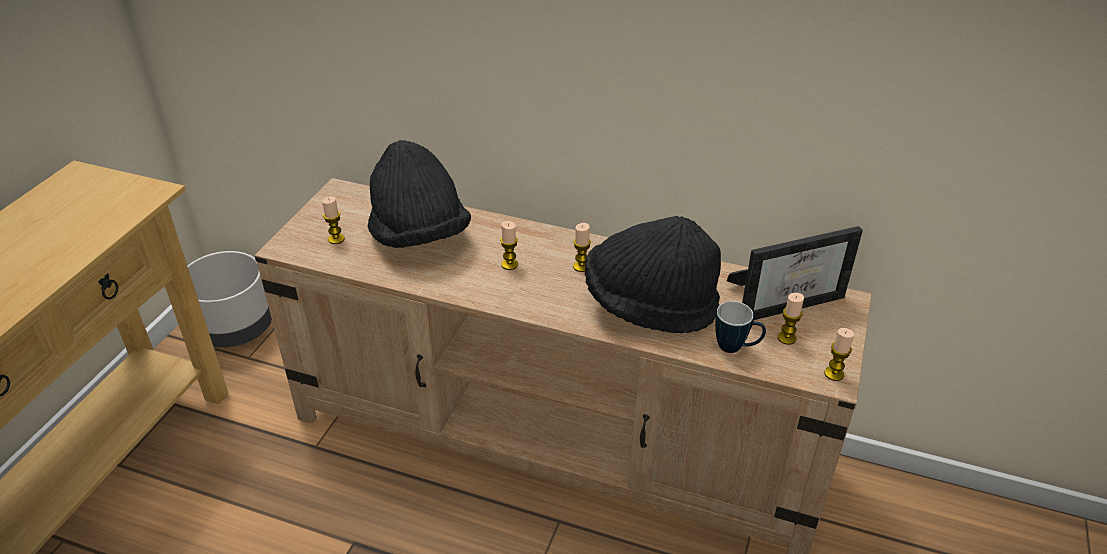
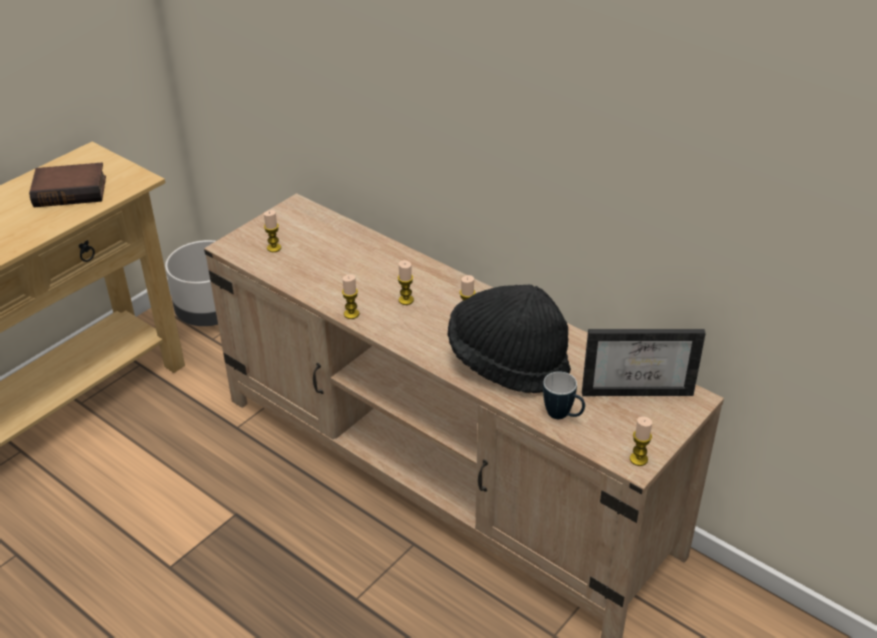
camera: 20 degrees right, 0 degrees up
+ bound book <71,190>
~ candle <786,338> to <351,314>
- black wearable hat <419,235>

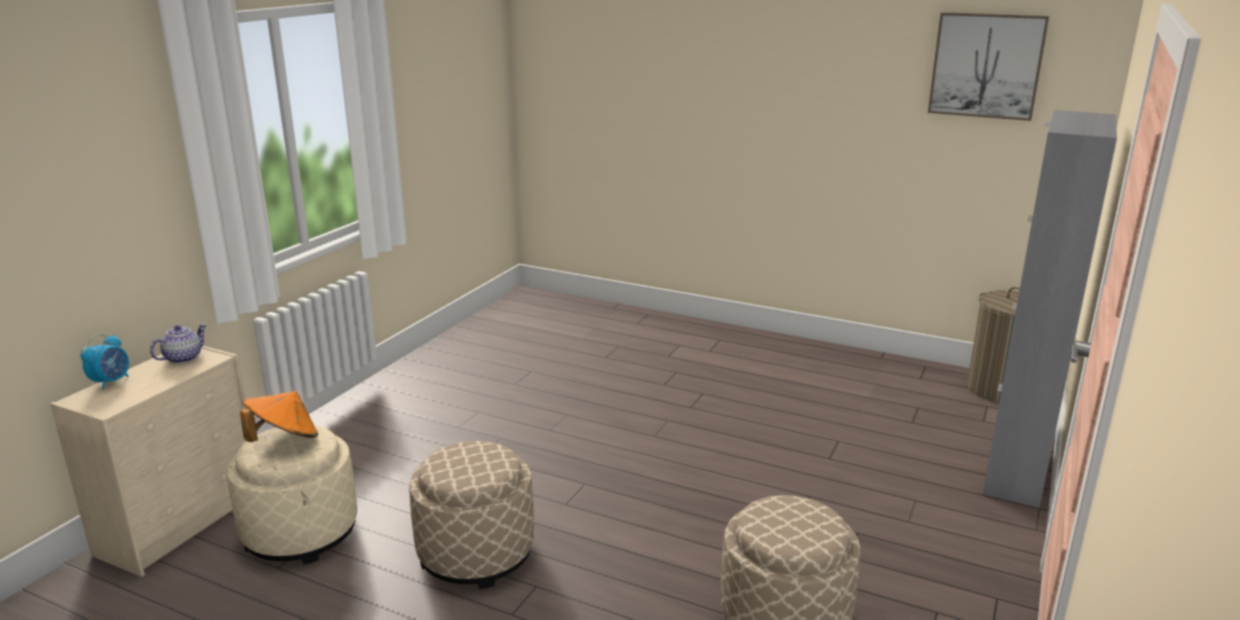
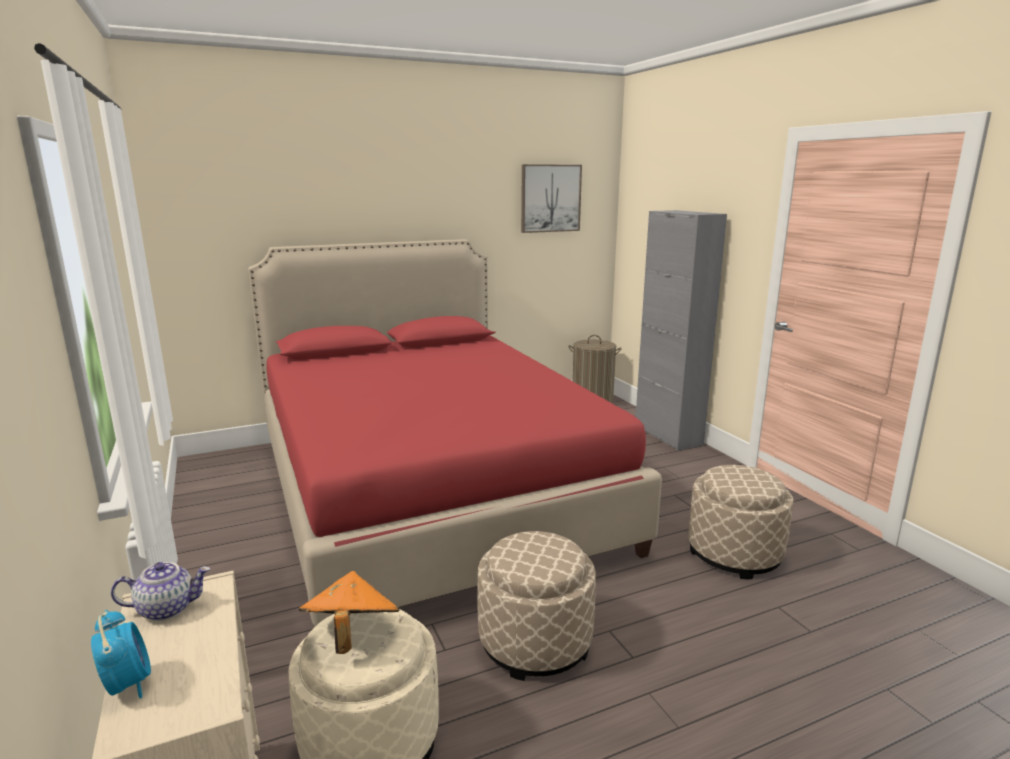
camera: 50 degrees left, 5 degrees down
~ teapot <183,358> = <167,608> 90 degrees clockwise
+ red bedroom bed <428,491>

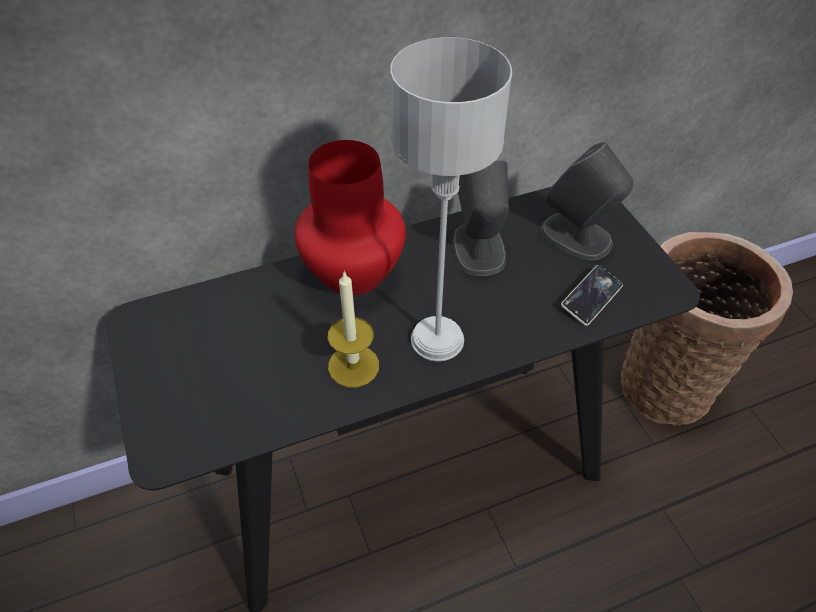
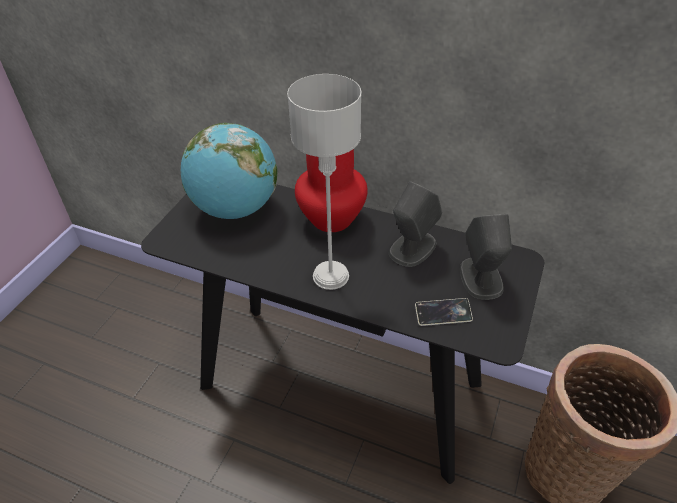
camera: 45 degrees right, 5 degrees down
+ desk globe <236,209>
- candle <353,366>

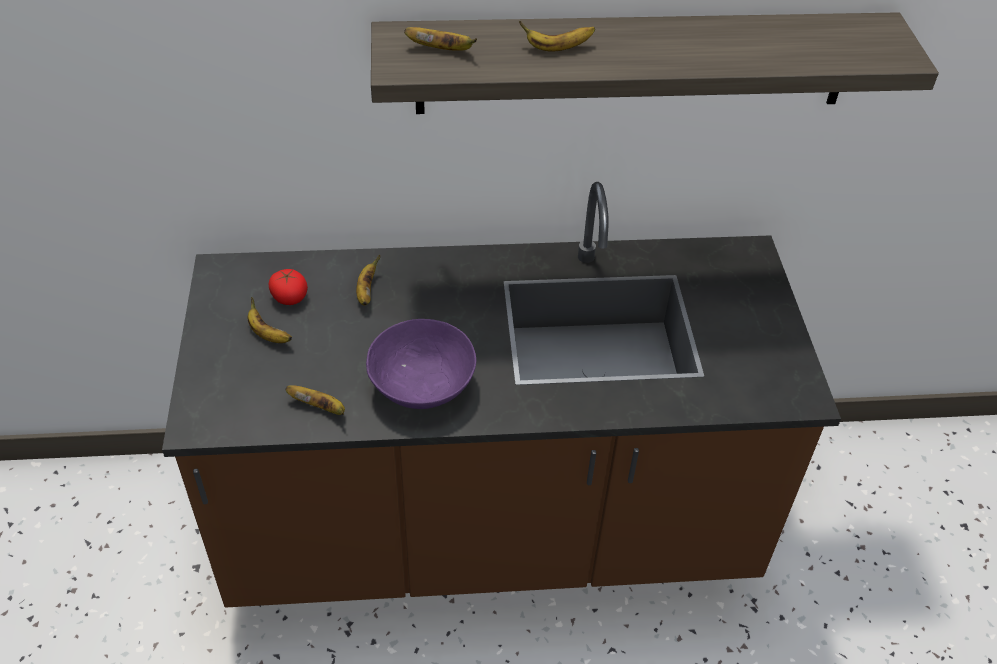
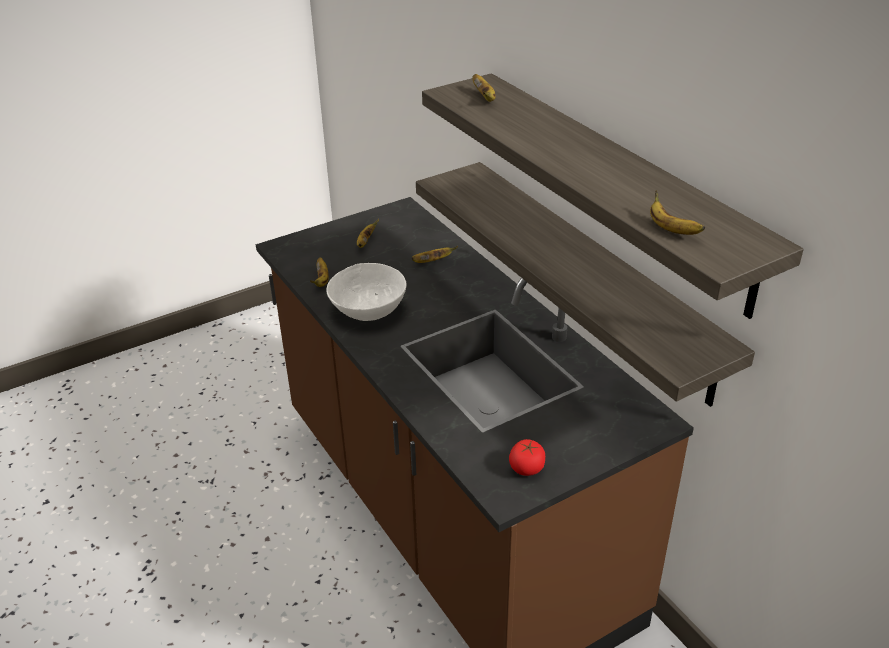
camera: 65 degrees right, 10 degrees down
~ purple deep dish <423,386> to white-coloured deep dish <368,310>
+ wall shelf <592,276>
~ tomato <289,297> to <527,467>
~ banana <557,48> to <671,229>

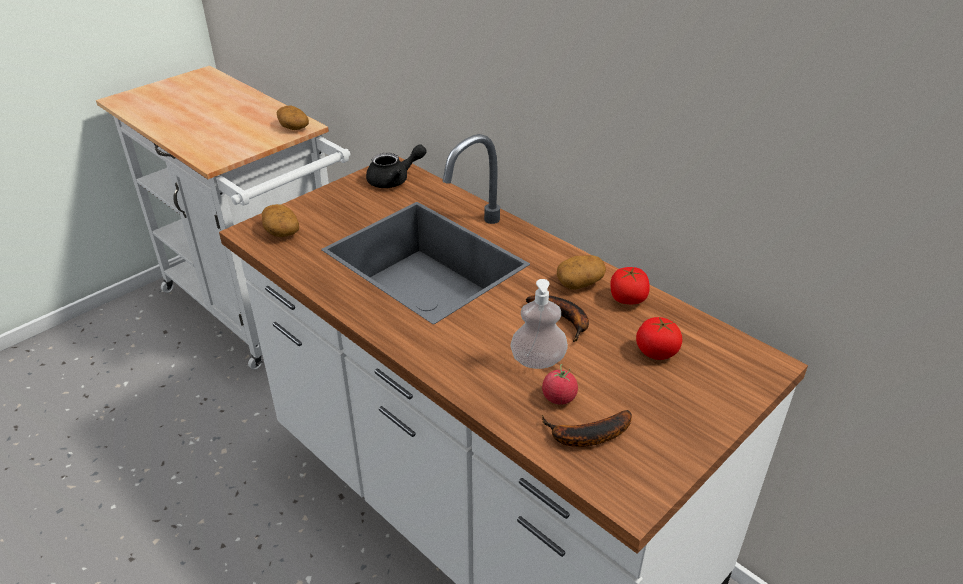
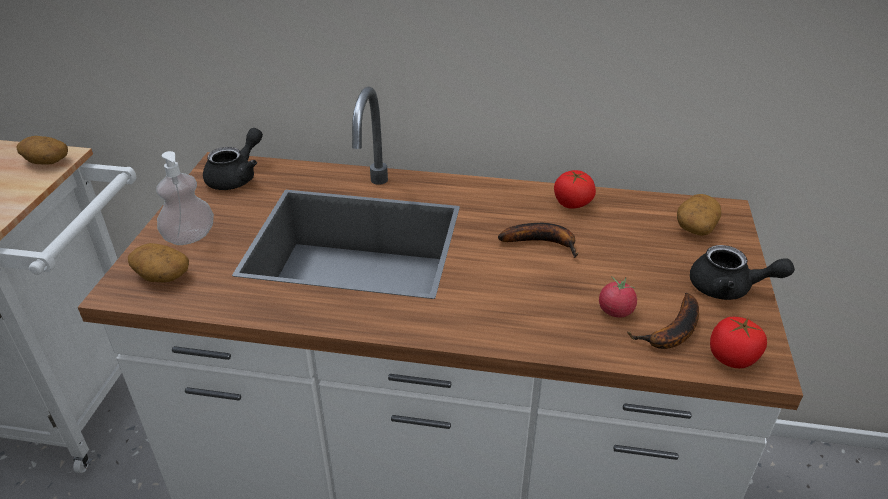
camera: 35 degrees left, 0 degrees up
~ soap dispenser <538,361> to <190,237>
~ whole potato <580,282> to <695,226>
+ black teapot <729,288>
~ tomato <656,352> to <732,357>

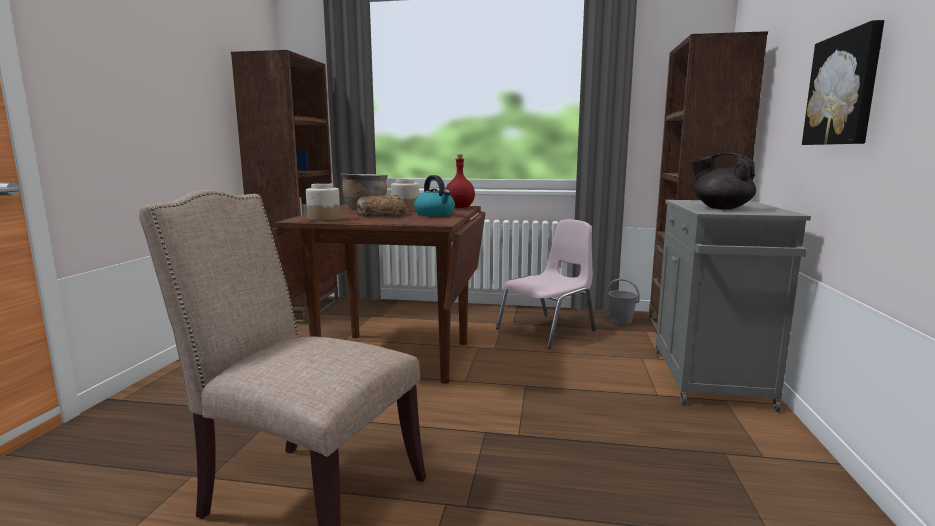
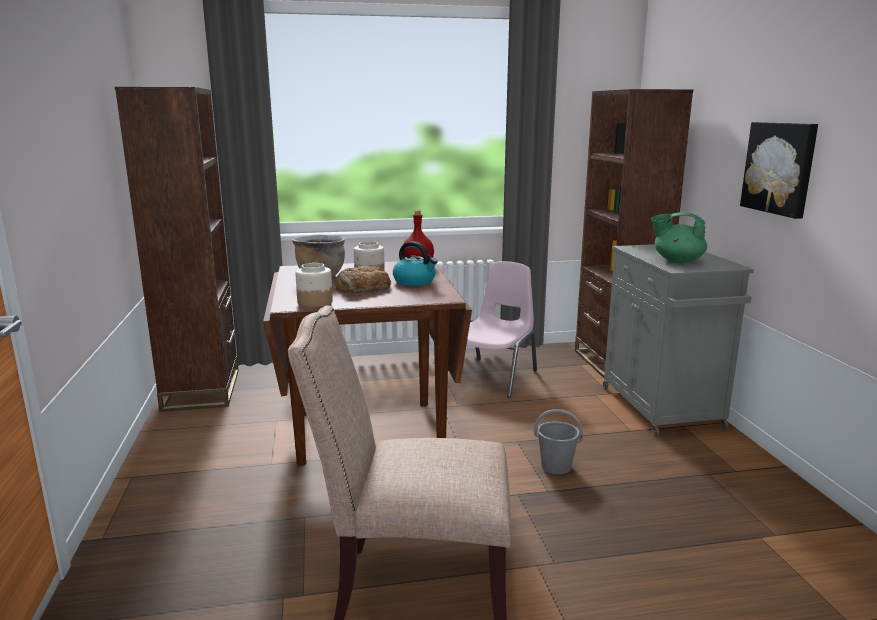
camera: 20 degrees left, 5 degrees up
~ grey bucket <621,321> to <556,466>
~ black teapot <720,208> to green-coloured teapot <677,261>

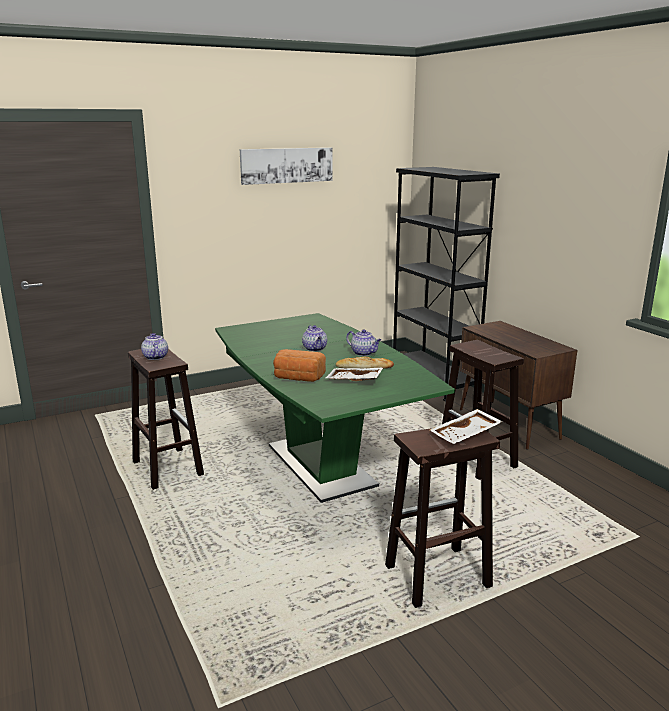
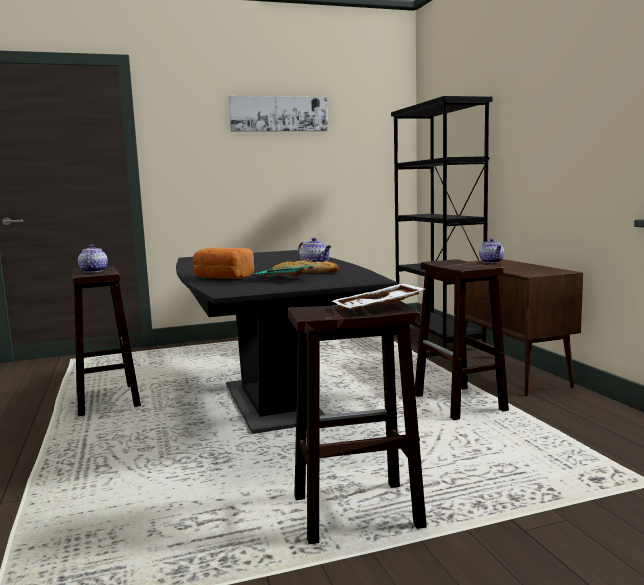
camera: 10 degrees right, 10 degrees down
~ green-coloured dining table <320,465> to black dining table <272,402>
~ white-coloured tray <354,381> to turquoise tray <282,279>
~ teapot <315,349> to <492,262>

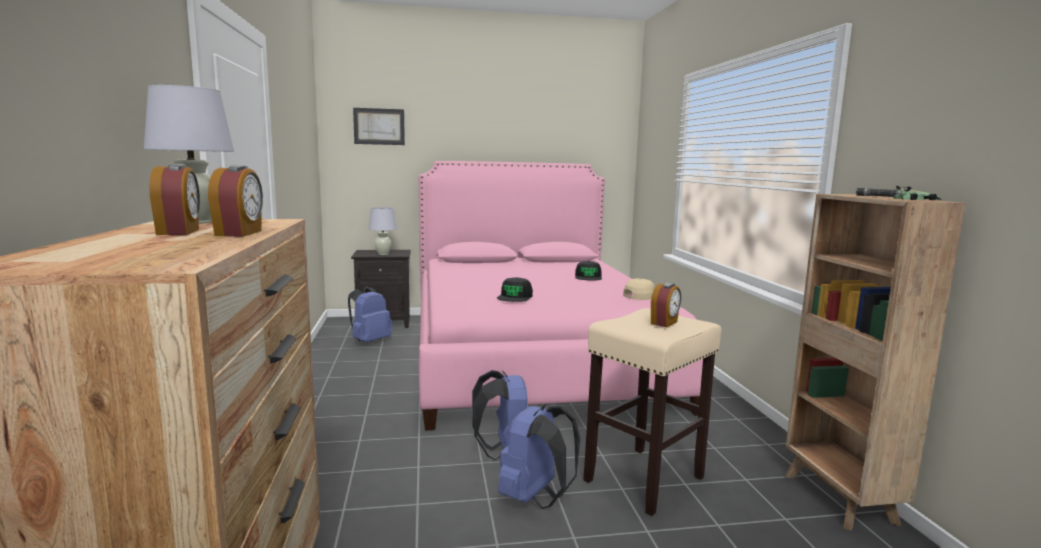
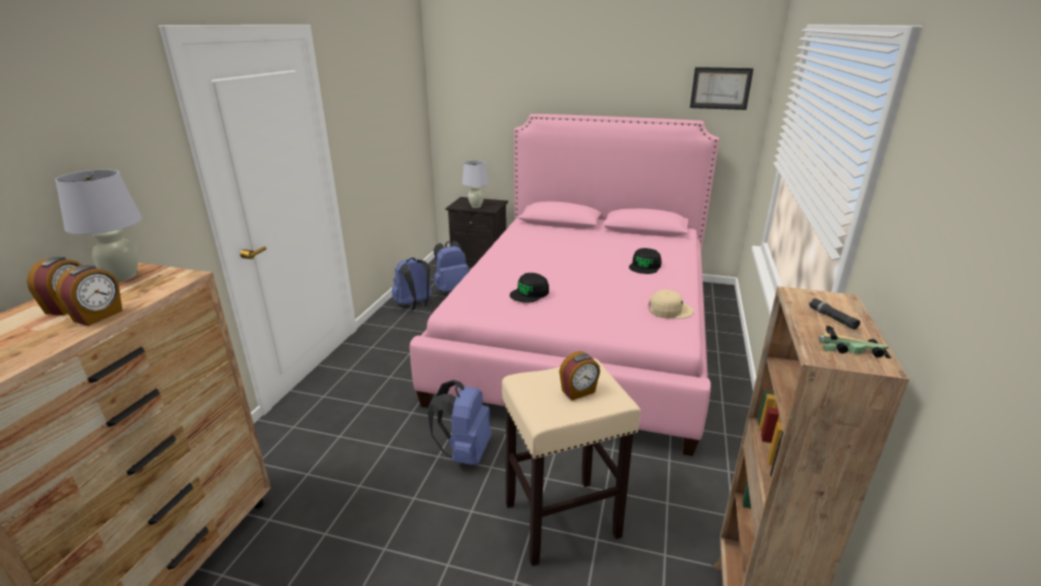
camera: 25 degrees right, 15 degrees up
~ bluish backpack <535,498> to <414,305>
~ wall art <379,126> to <720,88>

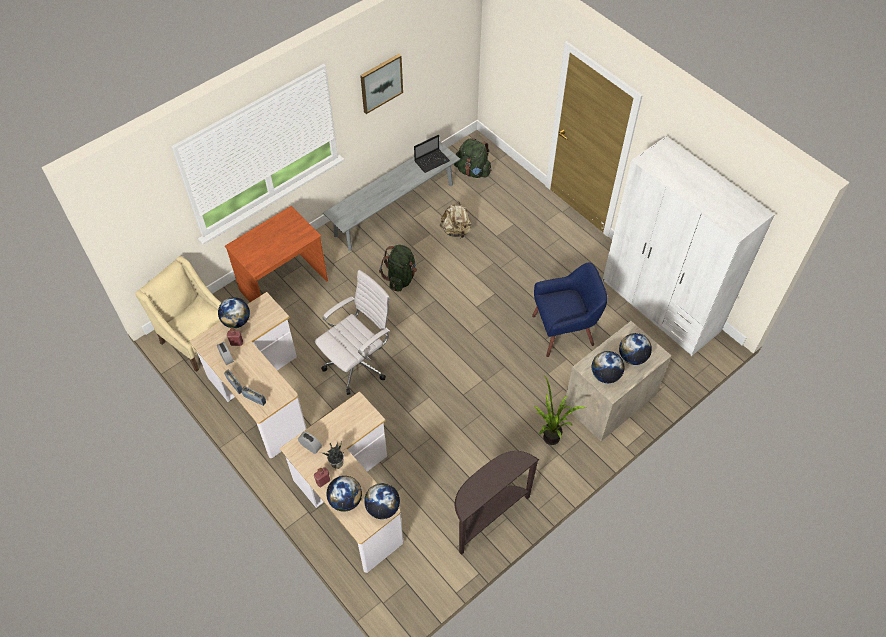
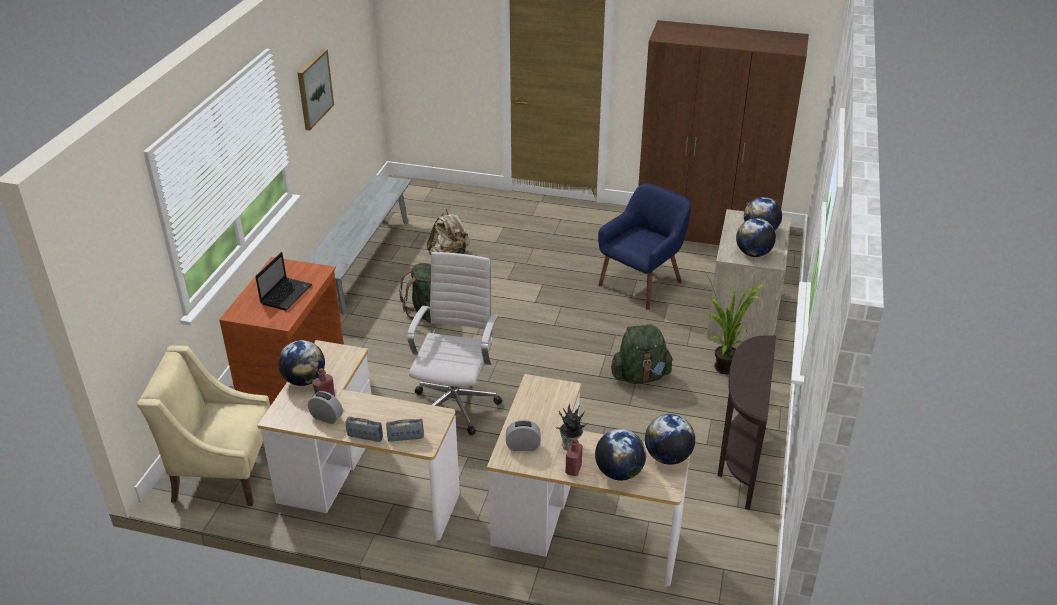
camera: 35 degrees left, 20 degrees down
~ laptop <432,161> to <286,294>
~ green-coloured backpack <472,171> to <640,376>
~ white-coloured wardrobe <660,306> to brown wardrobe <706,230>

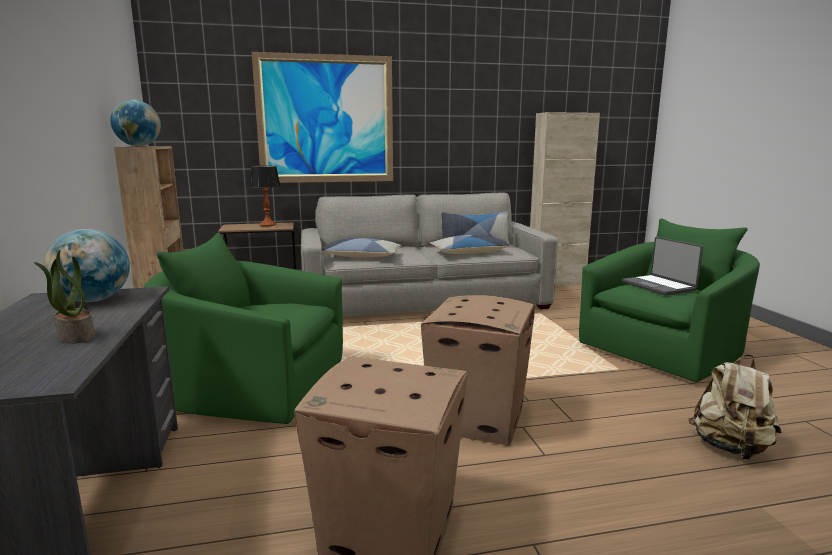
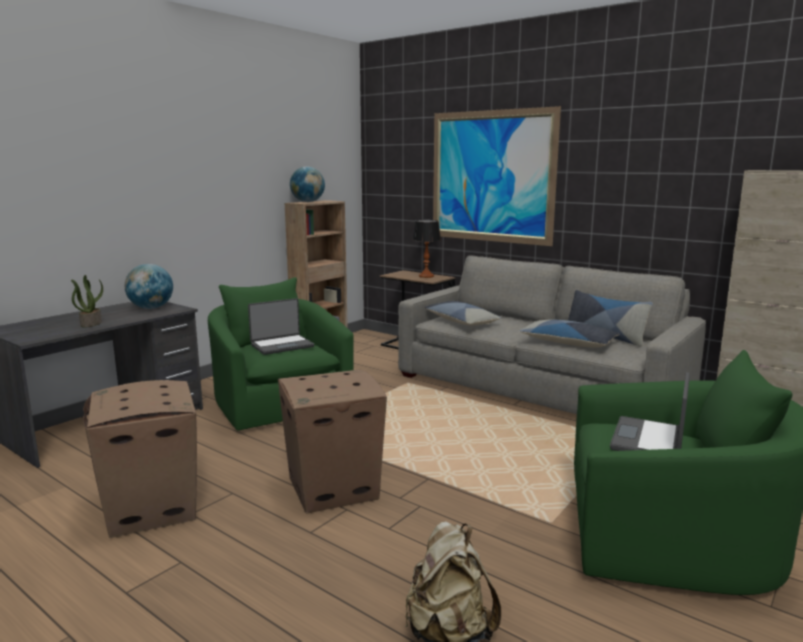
camera: 50 degrees right, 0 degrees up
+ laptop <282,345>

